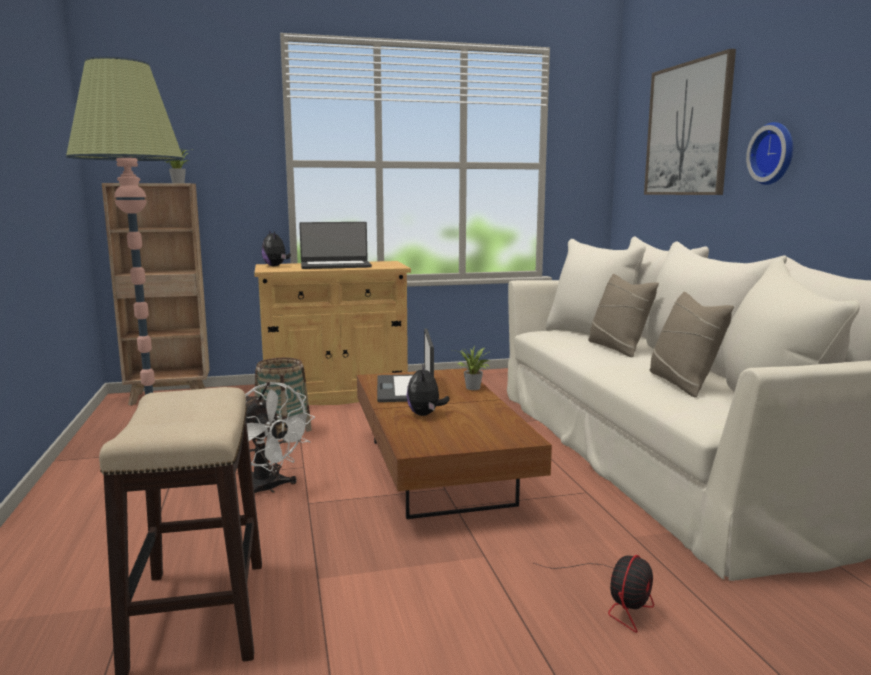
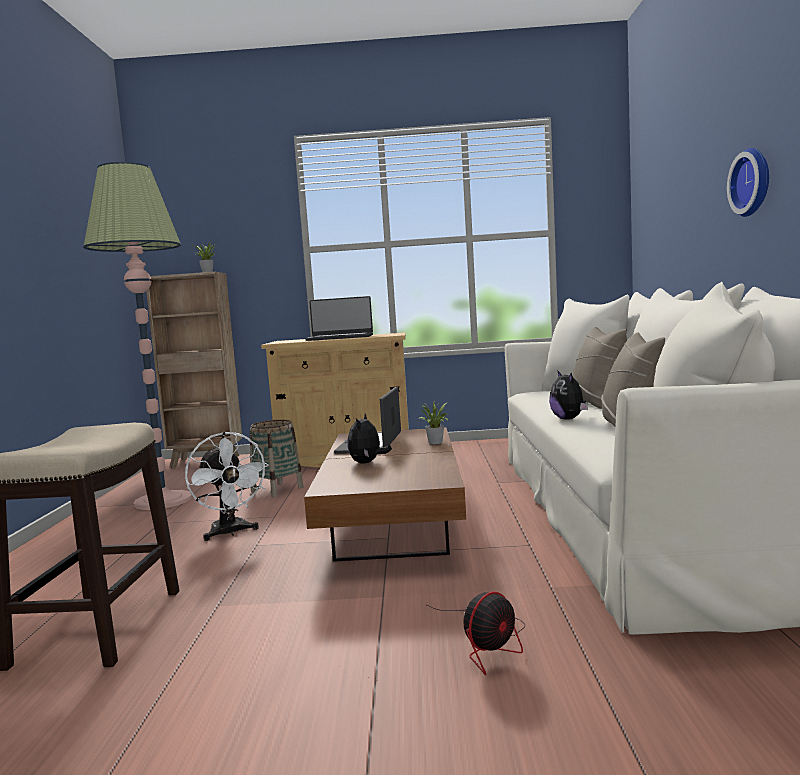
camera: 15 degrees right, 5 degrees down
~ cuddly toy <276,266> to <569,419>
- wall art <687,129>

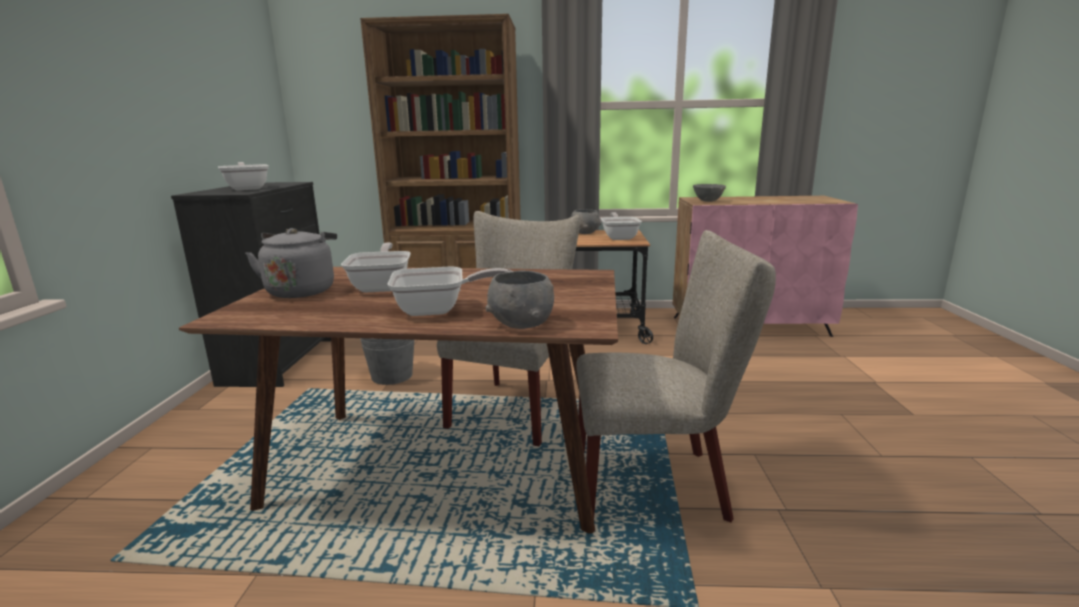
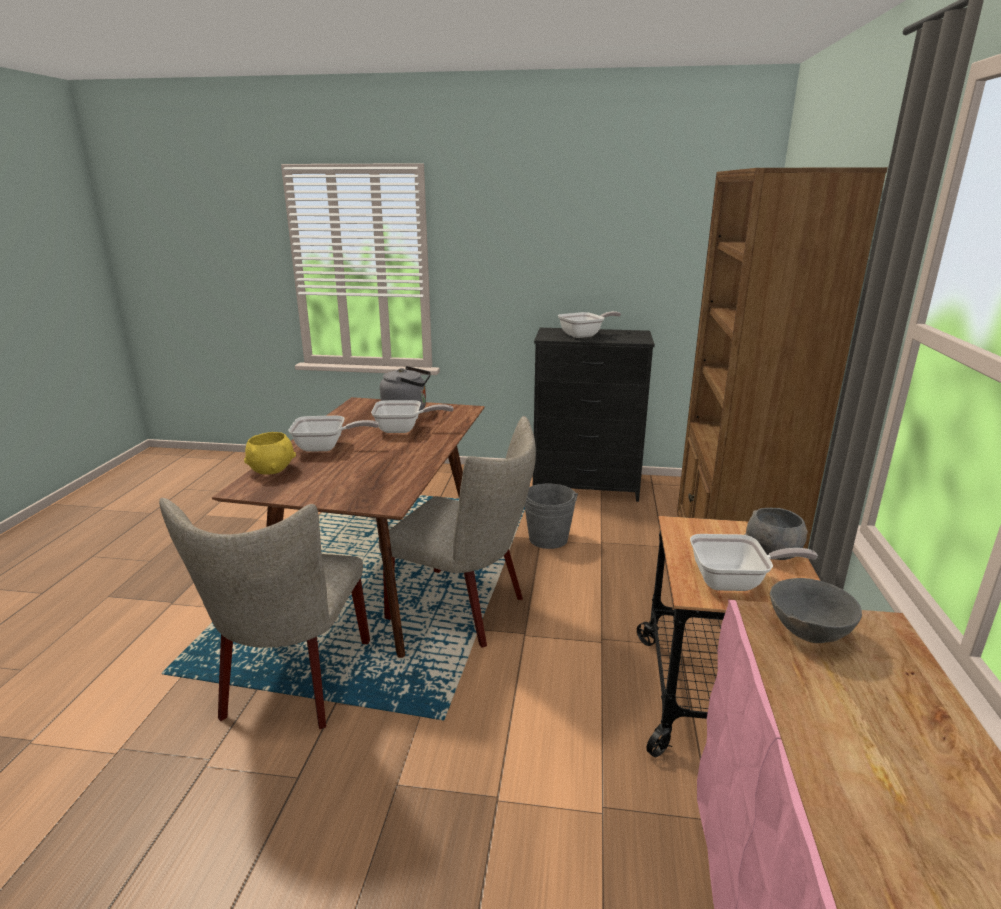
camera: 95 degrees right, 5 degrees up
~ grey deep dish <521,323> to yellow-coloured deep dish <272,470>
~ skillet <439,310> = <326,447> 90 degrees counterclockwise

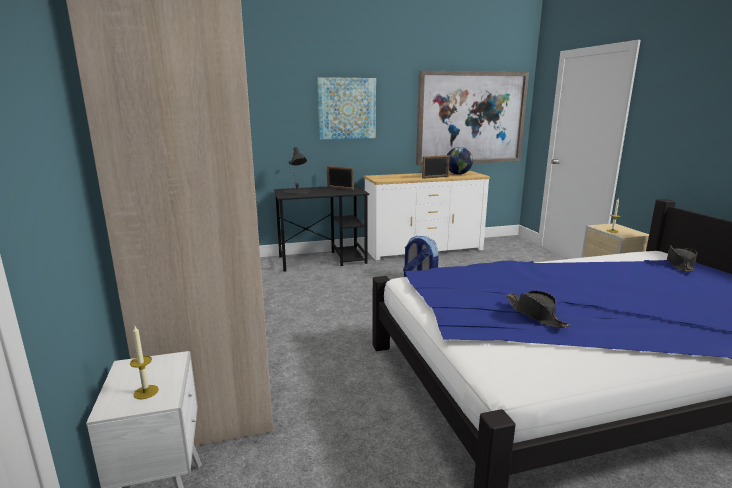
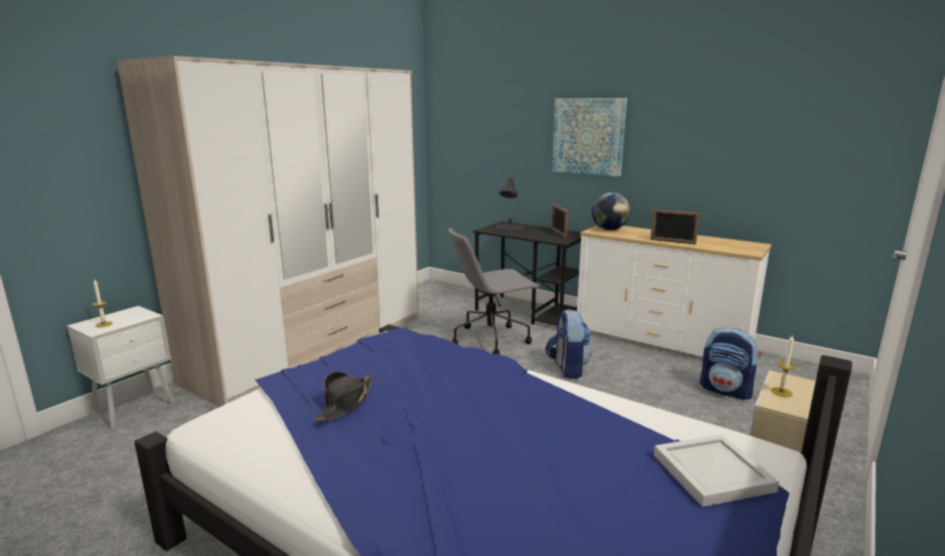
camera: 50 degrees right, 0 degrees up
+ grey computer chair <491,339>
~ desk globe <458,174> to <609,229>
~ black wearable hat <679,264> to white-coloured tray <710,472>
+ backpack <726,390>
- wall art <470,118>

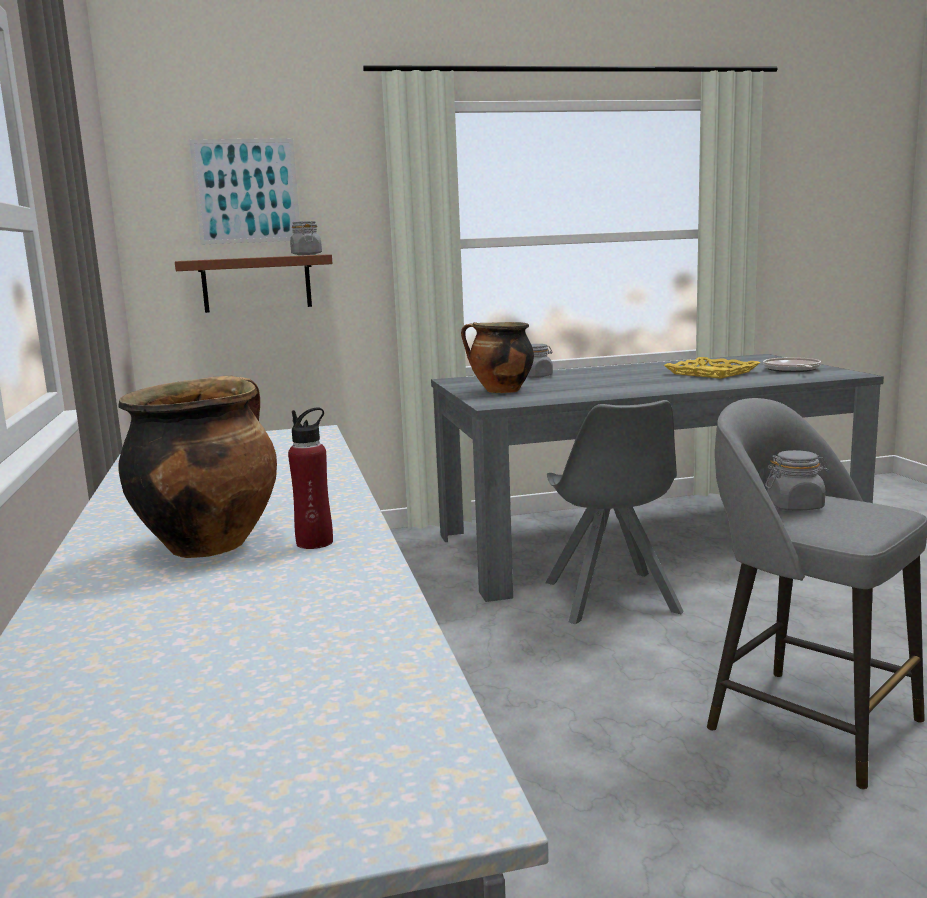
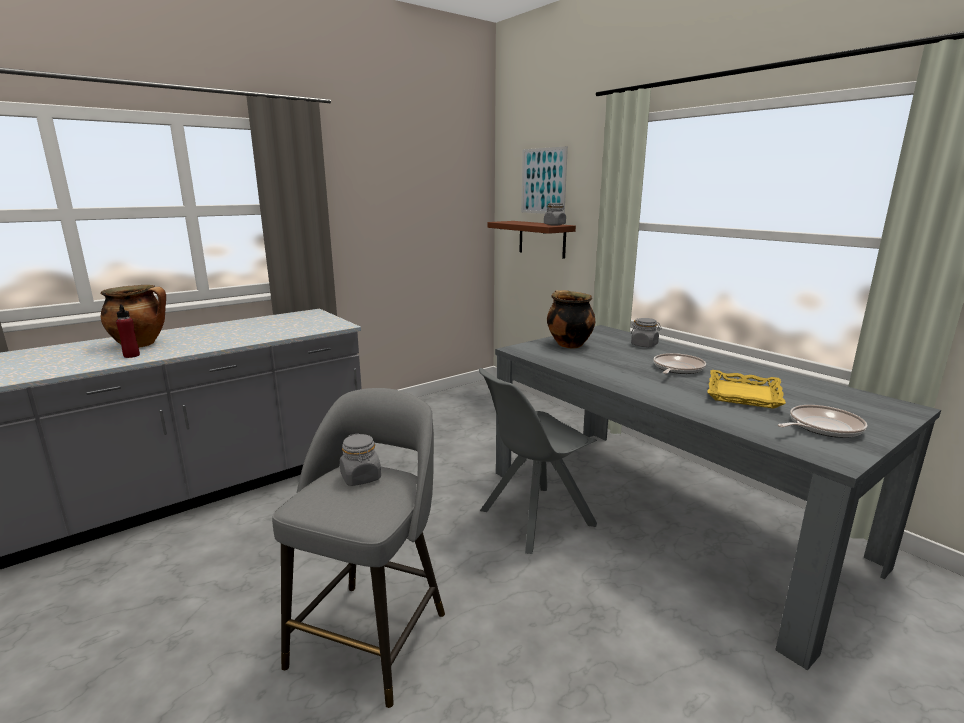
camera: 65 degrees right, 5 degrees up
+ skillet <677,369>

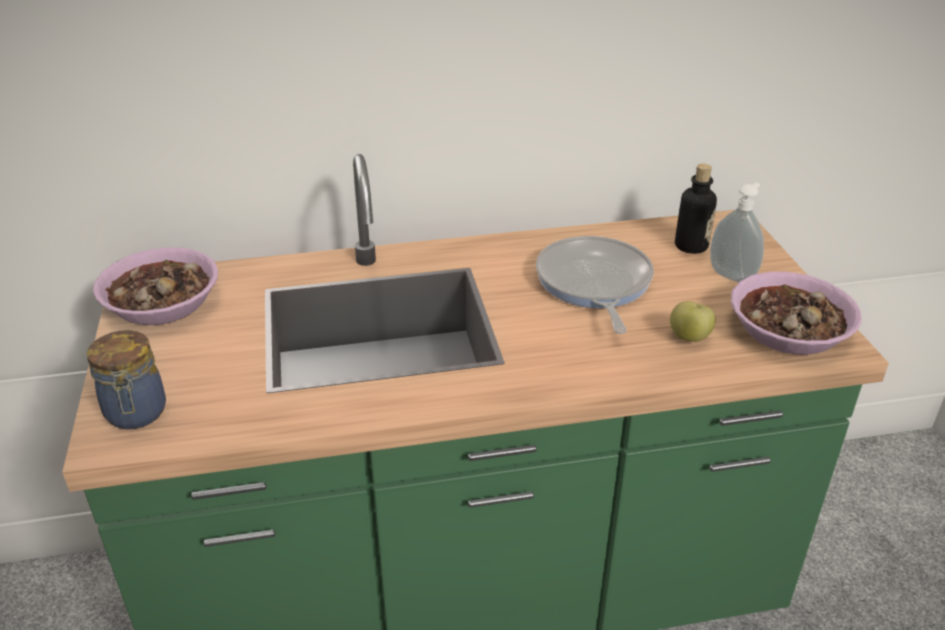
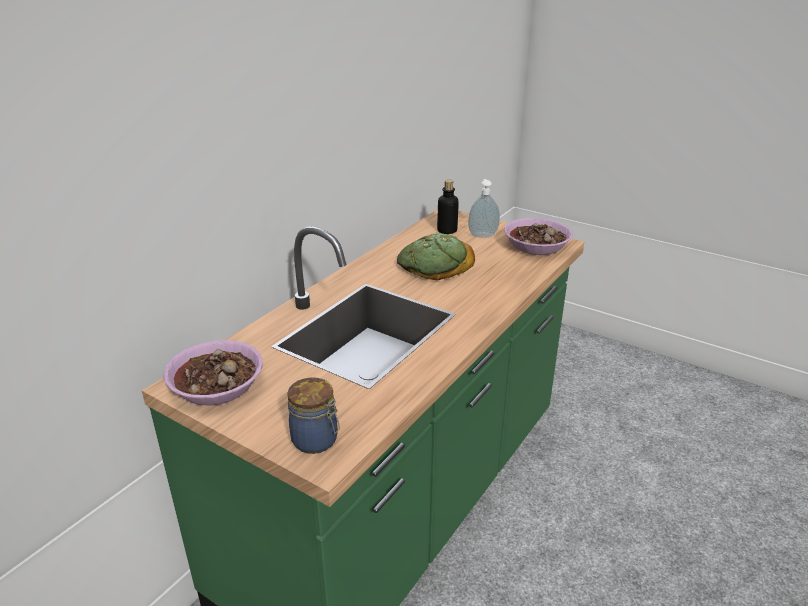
camera: 45 degrees left, 5 degrees down
~ skillet <593,284> to bread <435,264>
- apple <689,338>

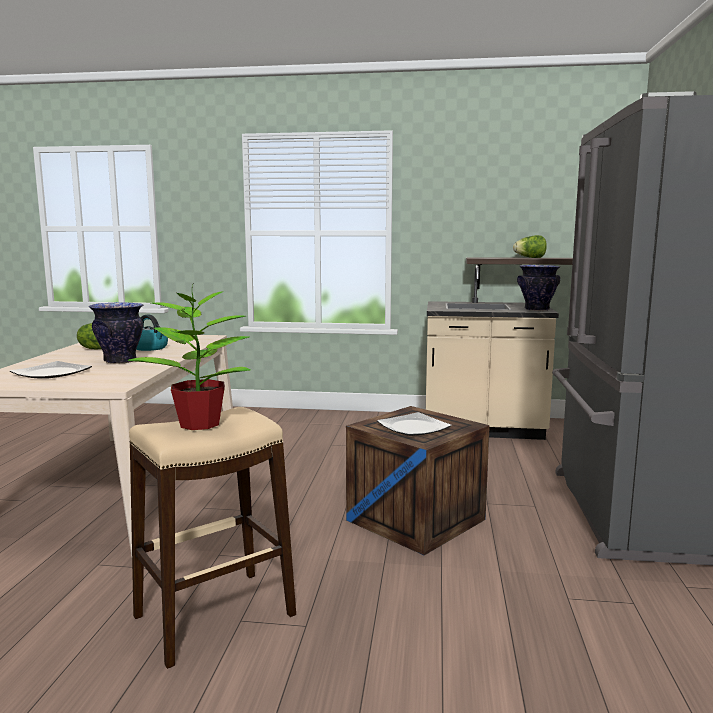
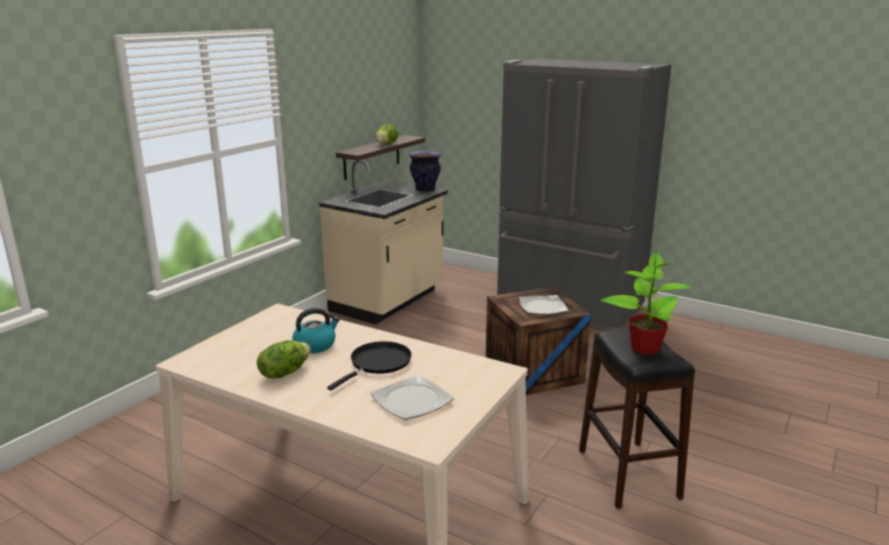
camera: 65 degrees left, 10 degrees up
~ flower vase <121,361> to black skillet <378,364>
~ beige-coloured stool <214,616> to black stool <628,474>

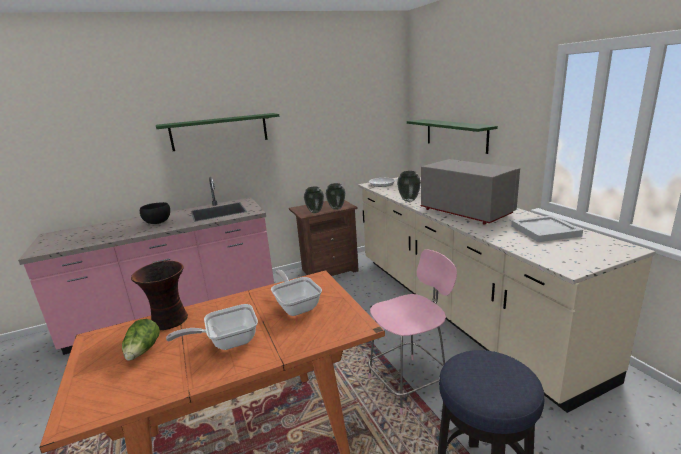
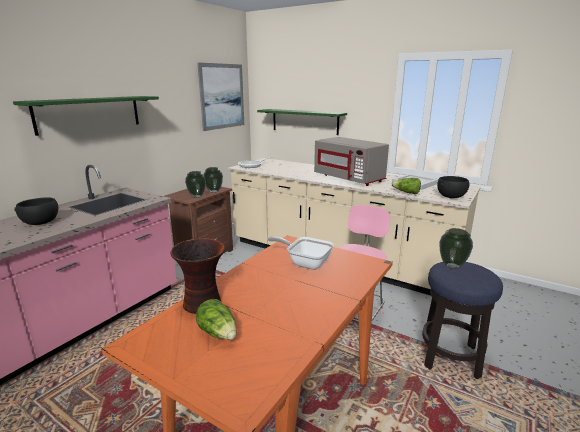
camera: 35 degrees left, 0 degrees up
+ wall art <222,96>
~ grey microwave <465,212> = <349,178> 150 degrees counterclockwise
+ lettuce <406,193>
+ black deep dish <451,197>
~ flower vase <409,200> to <452,266>
- skillet <227,342>

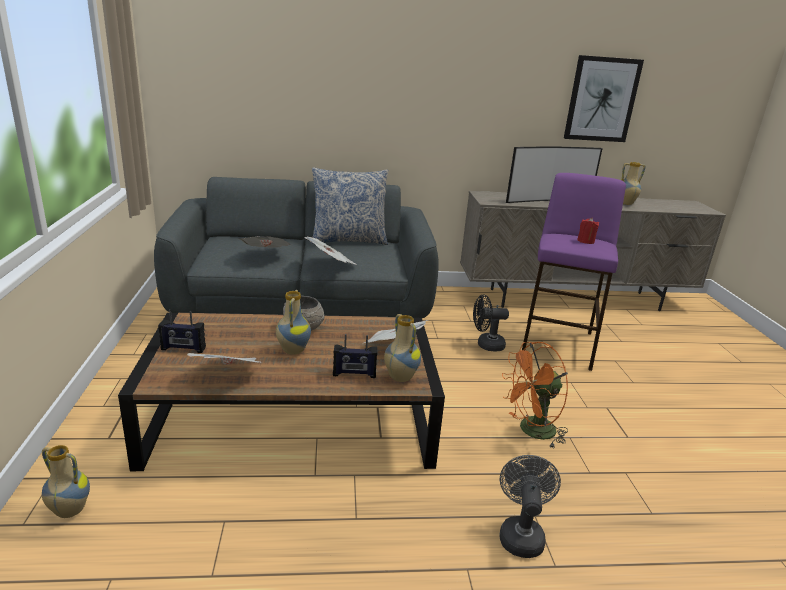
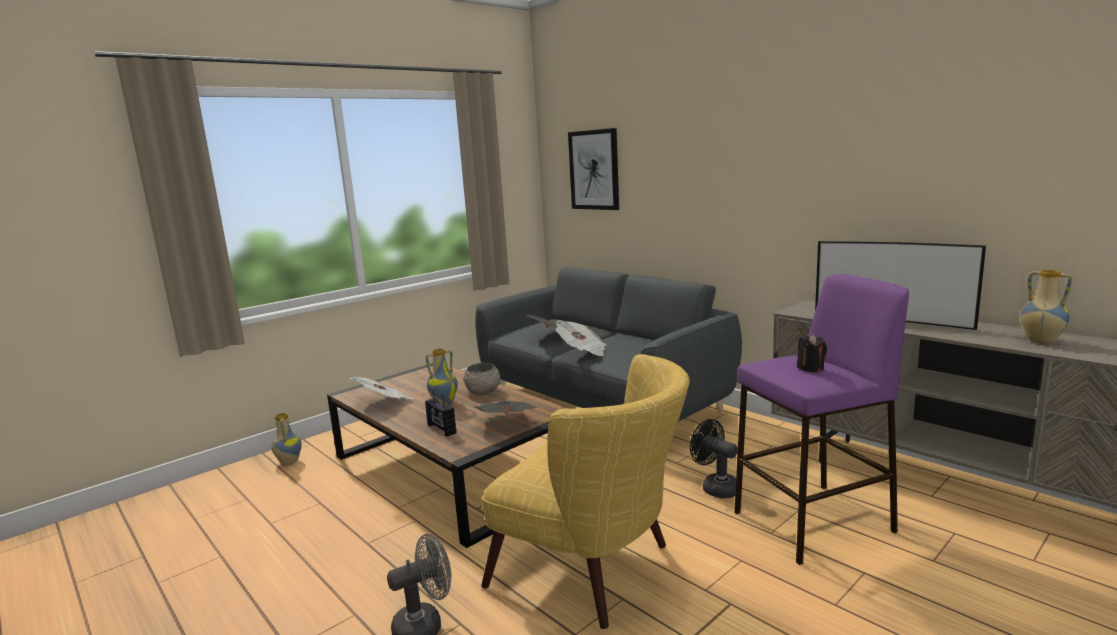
camera: 55 degrees right, 10 degrees down
~ orange-coloured fan <531,431> to yellow-coloured easy chair <596,572>
~ wall art <601,99> to <594,170>
~ red candle <585,241> to black candle <810,368>
- radio set <183,349>
- throw pillow <348,240>
- flower vase <399,377>

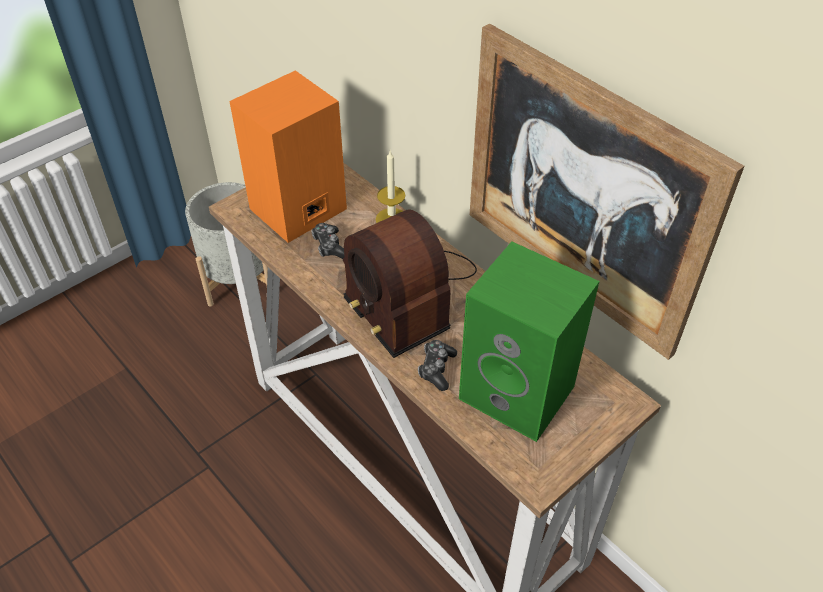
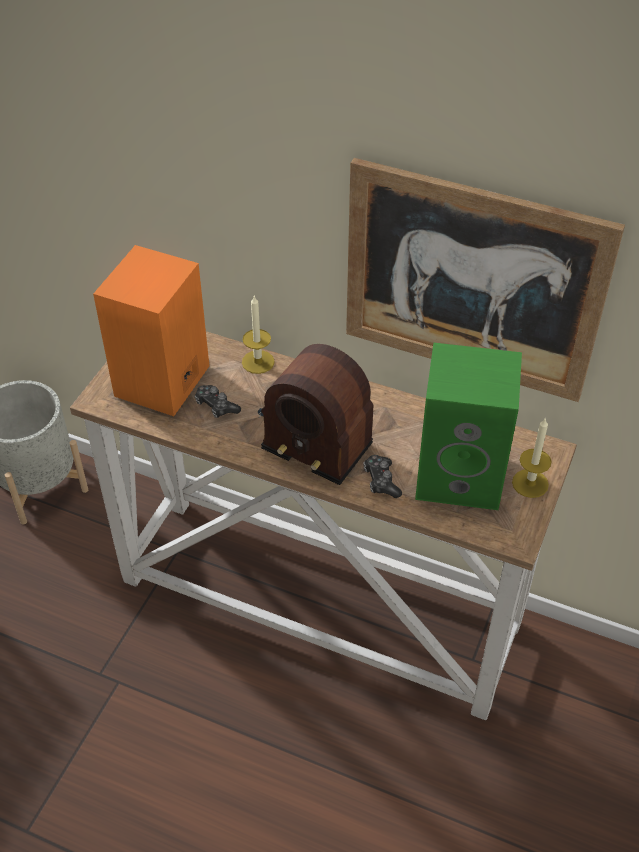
camera: 25 degrees left, 0 degrees up
+ candle <530,483>

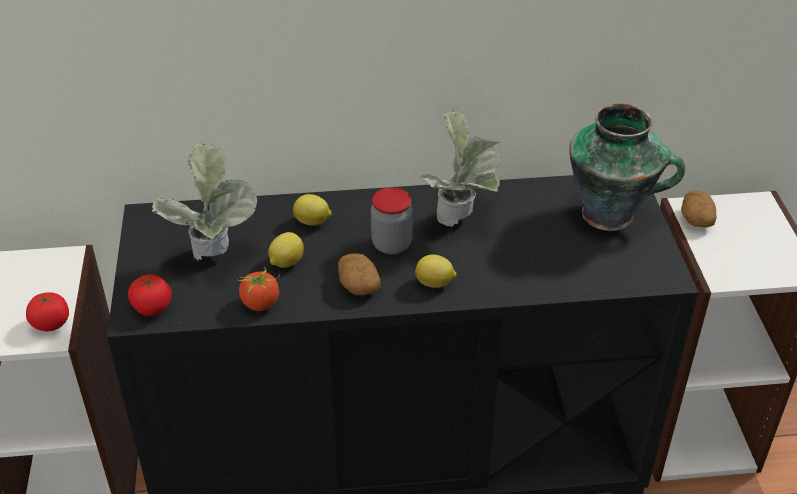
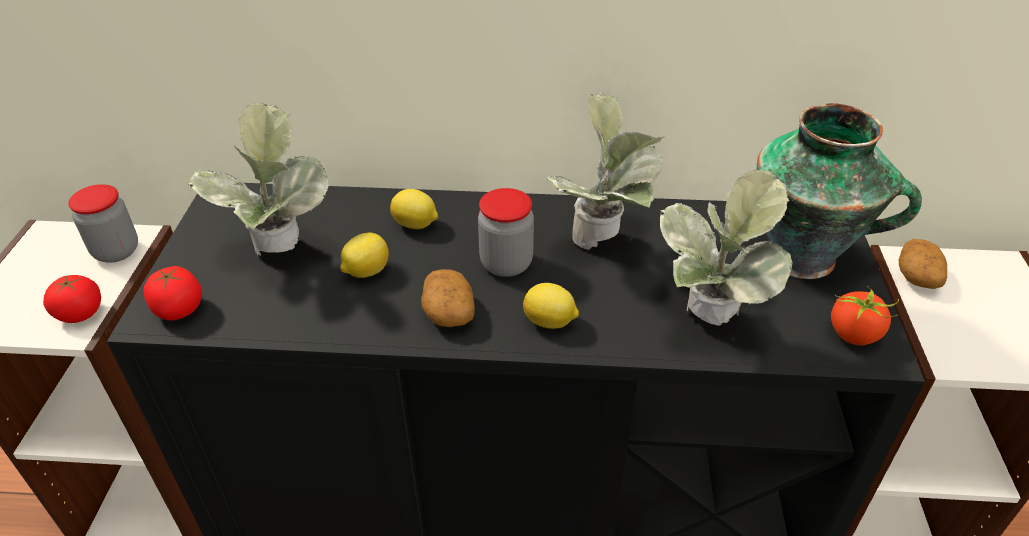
camera: 10 degrees right, 0 degrees up
+ storage jar <116,251>
+ houseplant <705,325>
~ tomato <261,303> to <854,334>

